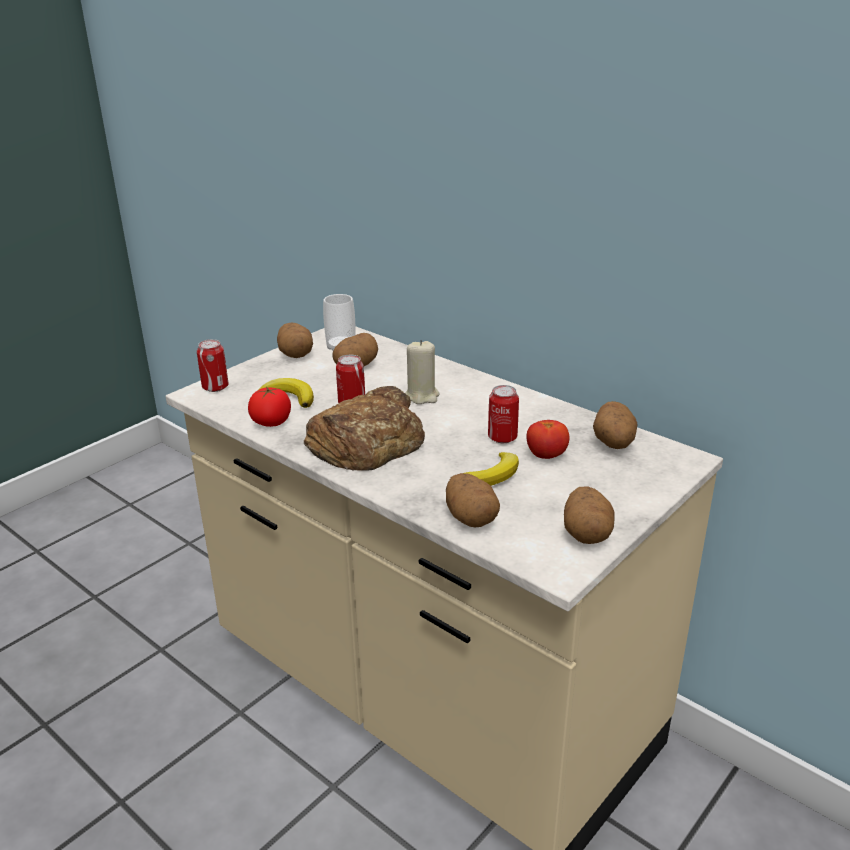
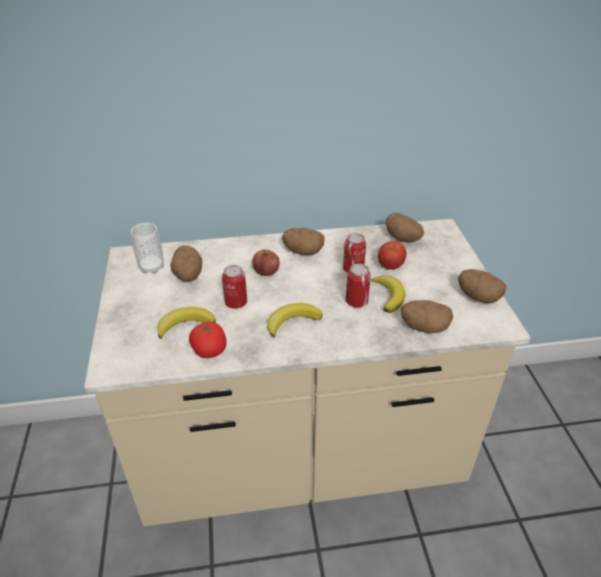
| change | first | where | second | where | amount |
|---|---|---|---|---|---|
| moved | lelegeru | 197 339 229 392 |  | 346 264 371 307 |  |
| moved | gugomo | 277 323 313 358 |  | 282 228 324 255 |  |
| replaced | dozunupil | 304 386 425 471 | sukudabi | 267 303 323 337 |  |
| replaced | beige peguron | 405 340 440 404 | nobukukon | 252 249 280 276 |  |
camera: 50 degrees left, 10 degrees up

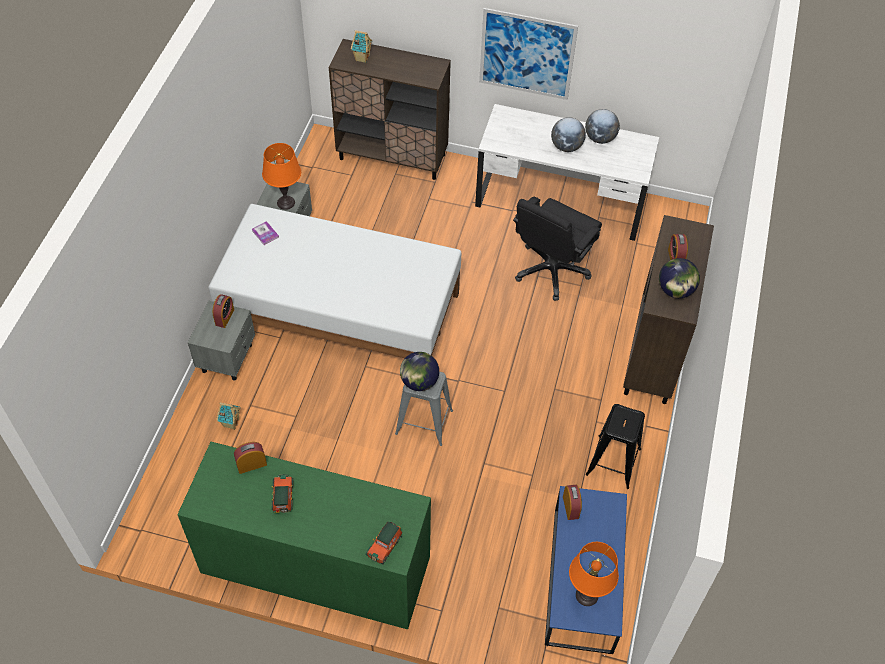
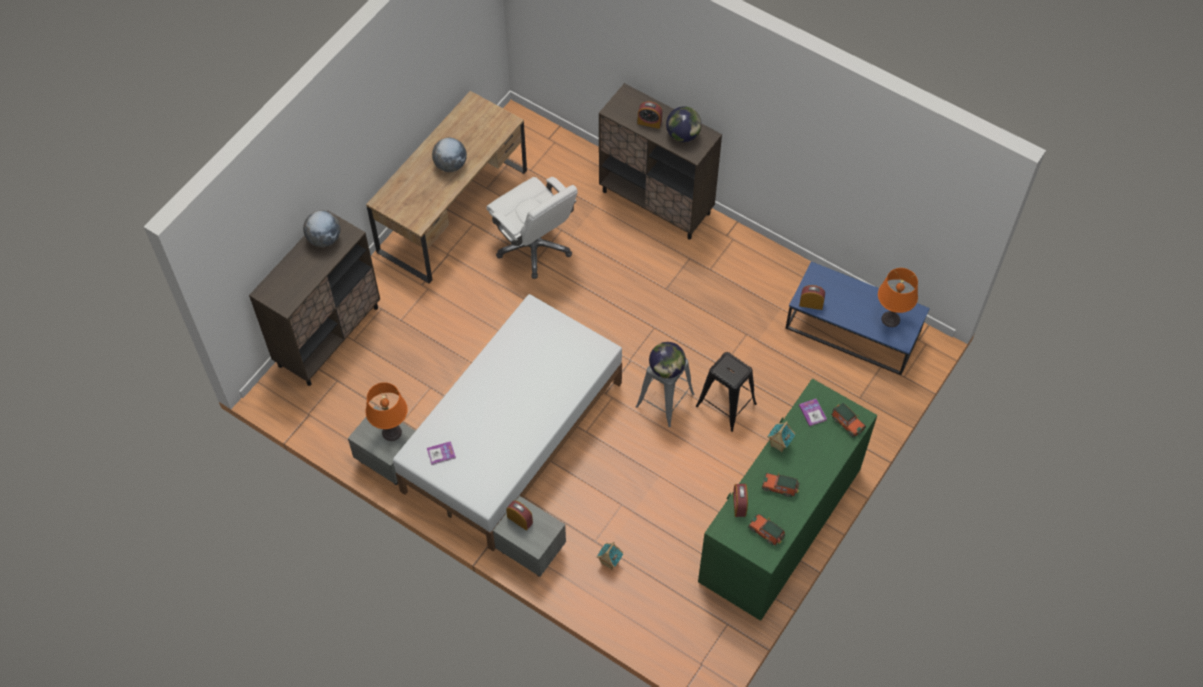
| change | first | where | second | where | amount |
|---|---|---|---|---|---|
| removed | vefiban | 479 8 578 100 |  |  |  |
| added |  |  | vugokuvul | 748 514 785 546 |  |
| added |  |  | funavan | 799 399 827 426 |  |
| moved | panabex | 351 30 372 63 |  | 767 421 795 452 |  |
| moved | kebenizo | 585 109 620 144 |  | 303 210 341 247 |  |
| moved | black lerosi | 586 404 645 489 |  | 696 352 757 432 |  |
| recoloured | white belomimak | 475 104 659 241 | brown belomimak | 366 91 527 284 |  |
| recoloured | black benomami | 513 197 602 301 | white benomami | 486 177 578 279 |  |
camera: 70 degrees left, 5 degrees up

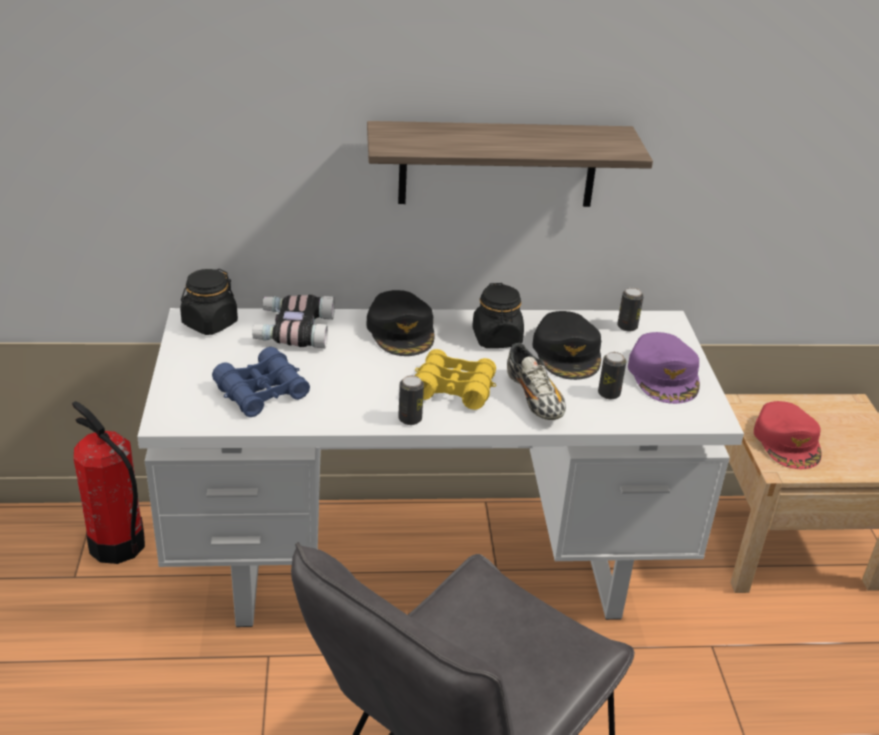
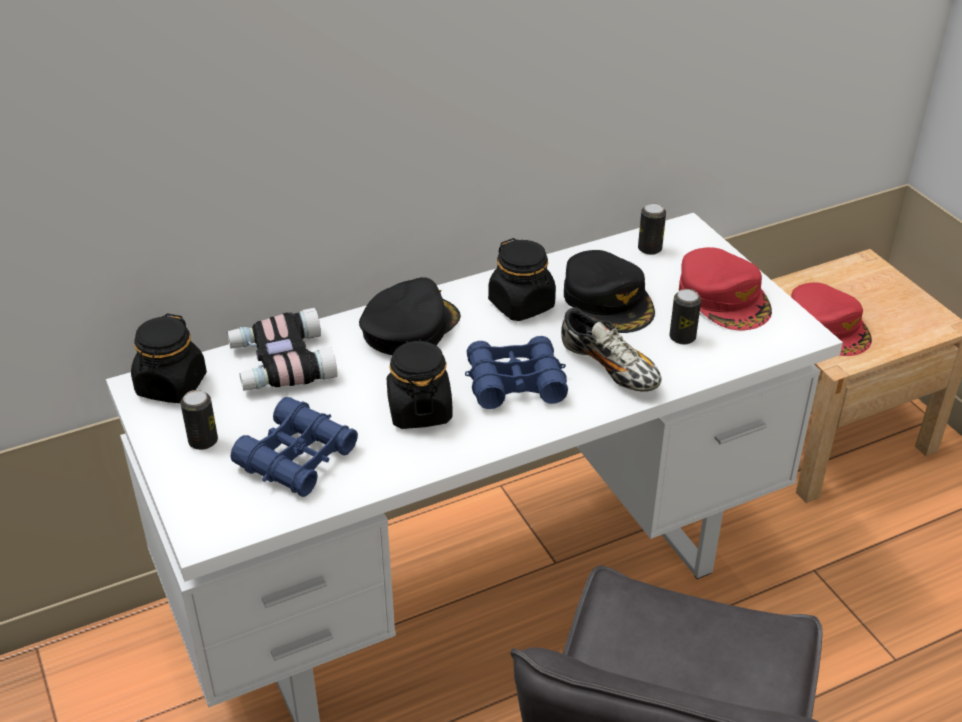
| change | first | where | second | where | amount |
|---|---|---|---|---|---|
| removed | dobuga | 72 401 145 564 |  |  |  |
| removed | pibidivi | 367 121 653 207 |  |  |  |
| added |  |  | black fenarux | 387 340 453 429 |  |
| moved | lelegeru | 398 375 424 425 |  | 180 390 218 450 |  |
| recoloured | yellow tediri | 415 349 496 410 | blue tediri | 465 336 568 409 |  |
| recoloured | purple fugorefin | 628 332 700 404 | red fugorefin | 679 247 772 330 |  |
| turned | black fugorefin | 367 290 435 356 |  | 359 277 461 355 | 105 degrees counterclockwise |
camera: 20 degrees left, 5 degrees up

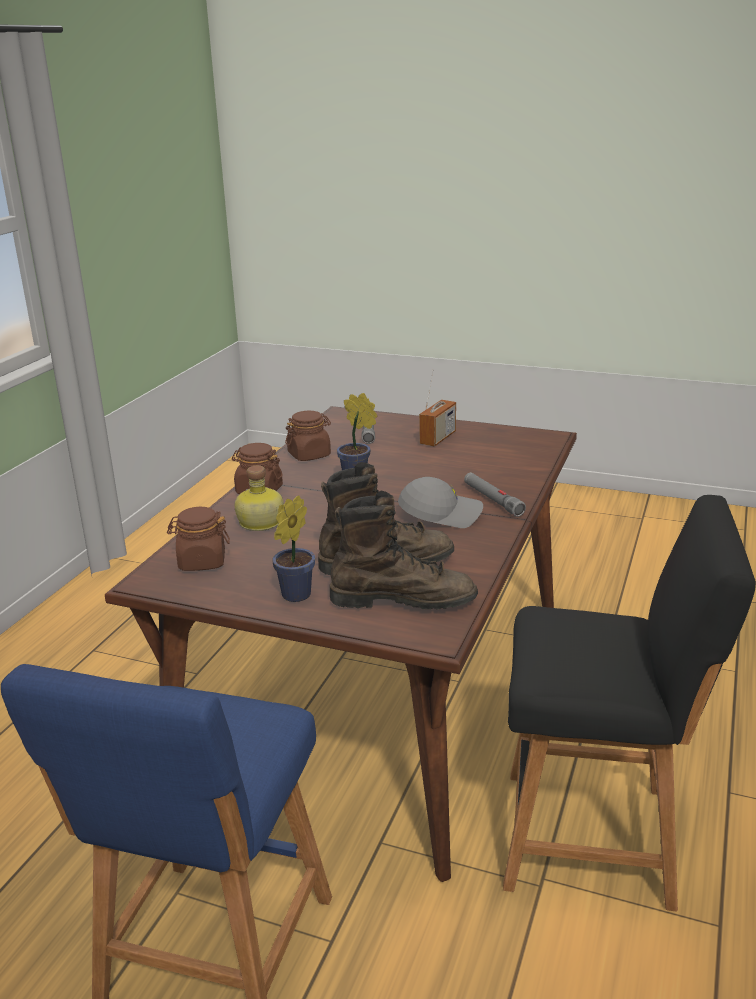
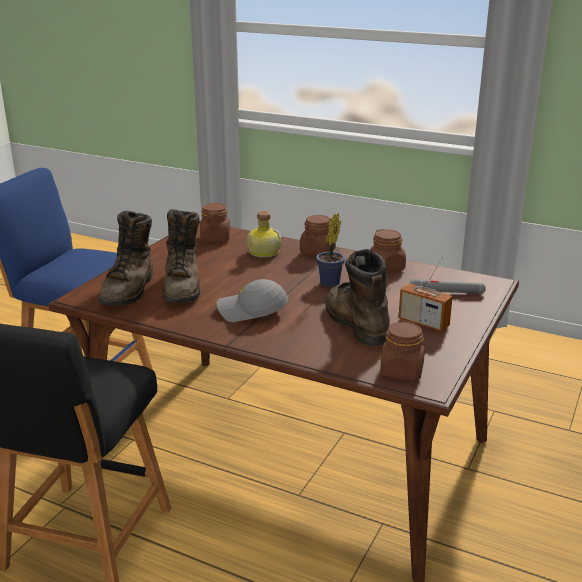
| change | first | where | second | where | amount |
|---|---|---|---|---|---|
| removed | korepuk | 272 495 315 602 |  |  |  |
| removed | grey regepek | 464 472 526 517 |  |  |  |
| added |  |  | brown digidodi | 326 249 390 346 |  |
| added |  |  | brown fenarux | 380 320 425 380 |  |
| turned | grey fugorefin | 398 477 483 528 |  | 217 279 288 322 | 90 degrees clockwise |
camera: 95 degrees right, 0 degrees up

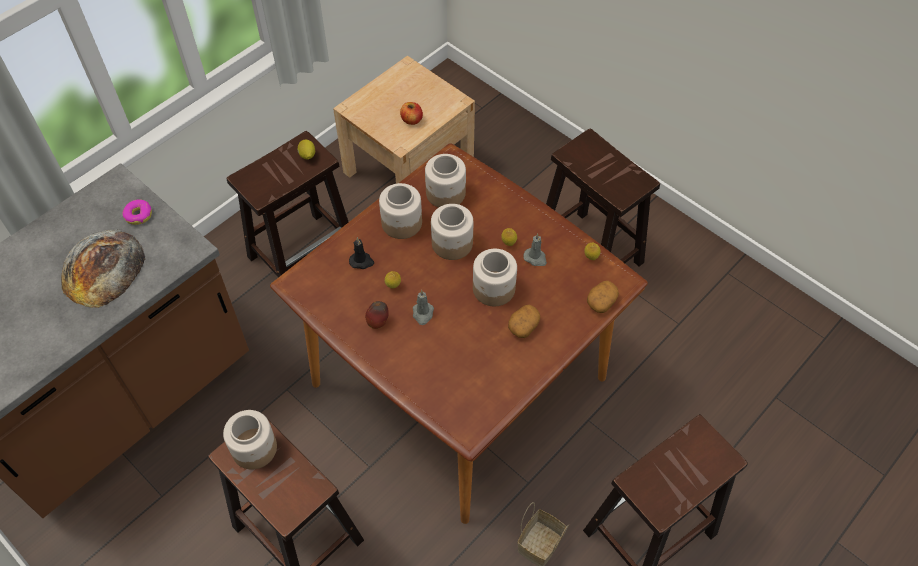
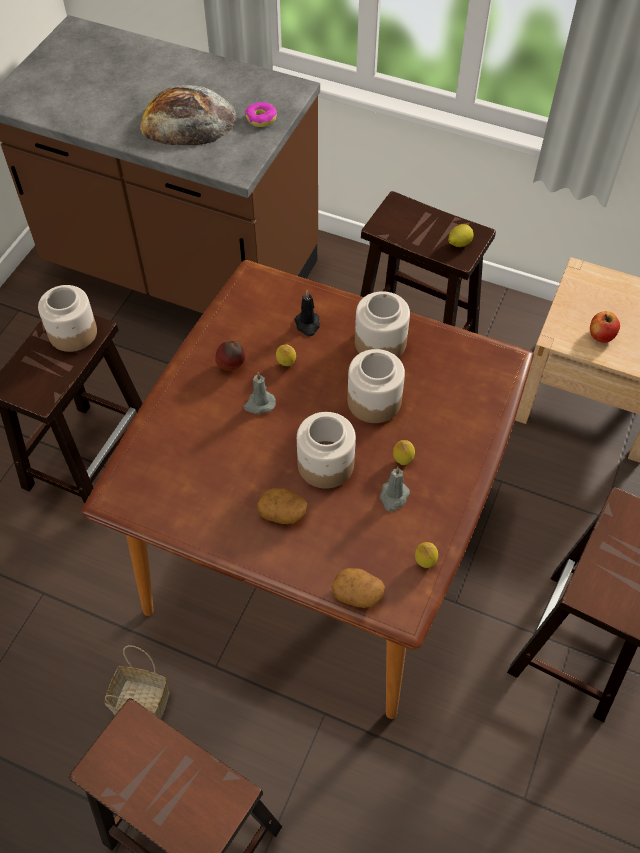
| change | first | where | second | where | amount |
|---|---|---|---|---|---|
| removed | fenarux | 425 154 466 208 |  |  |  |
camera: 70 degrees right, 0 degrees up

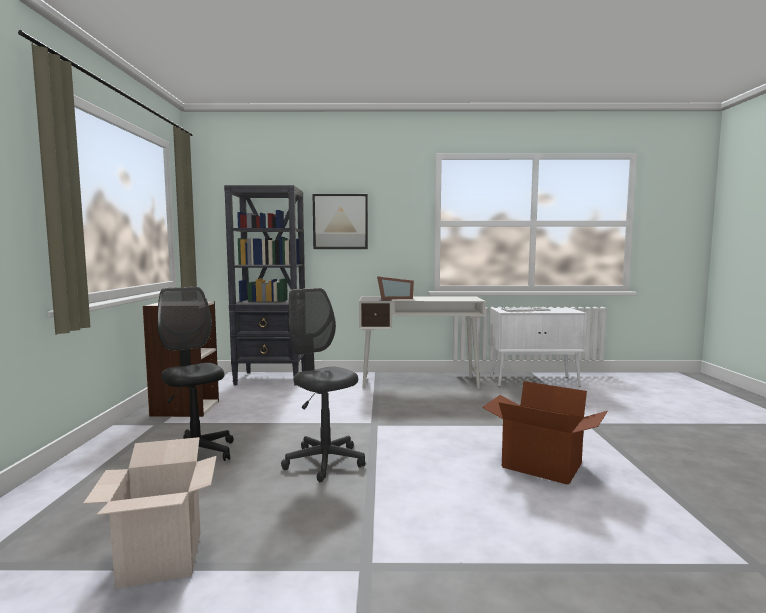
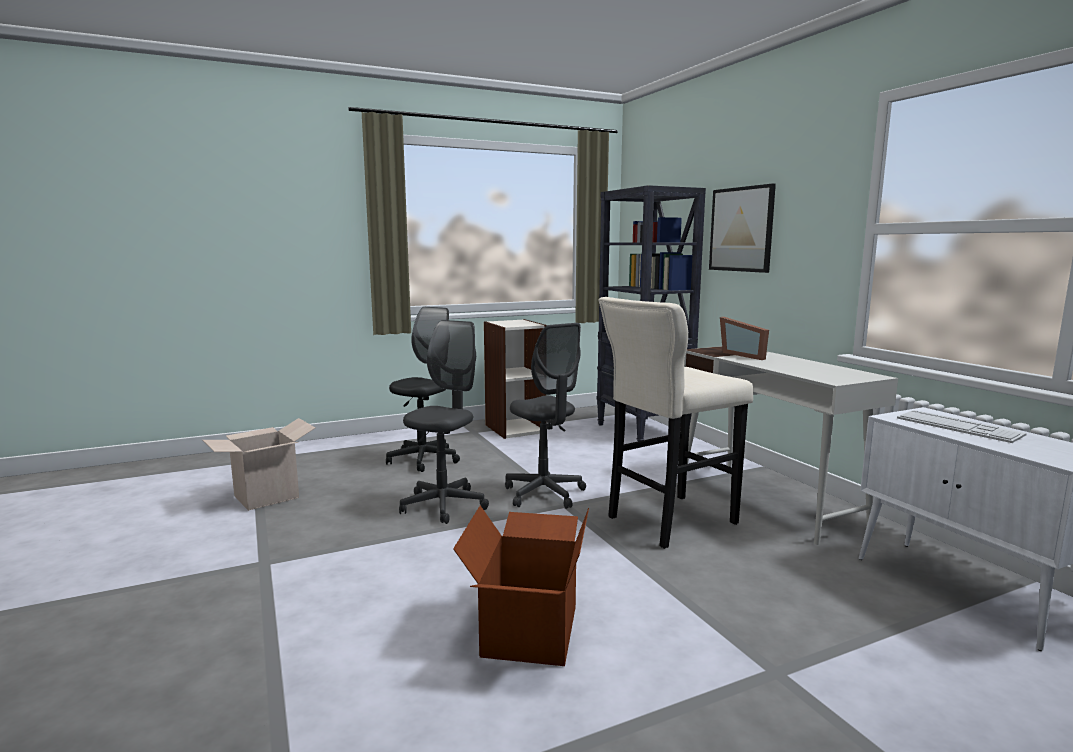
| change | first | where | second | where | amount |
|---|---|---|---|---|---|
| added |  |  | grey benomami | 505 323 586 509 |  |
| added |  |  | beige lerosi | 599 297 753 549 |  |
camera: 65 degrees right, 5 degrees up

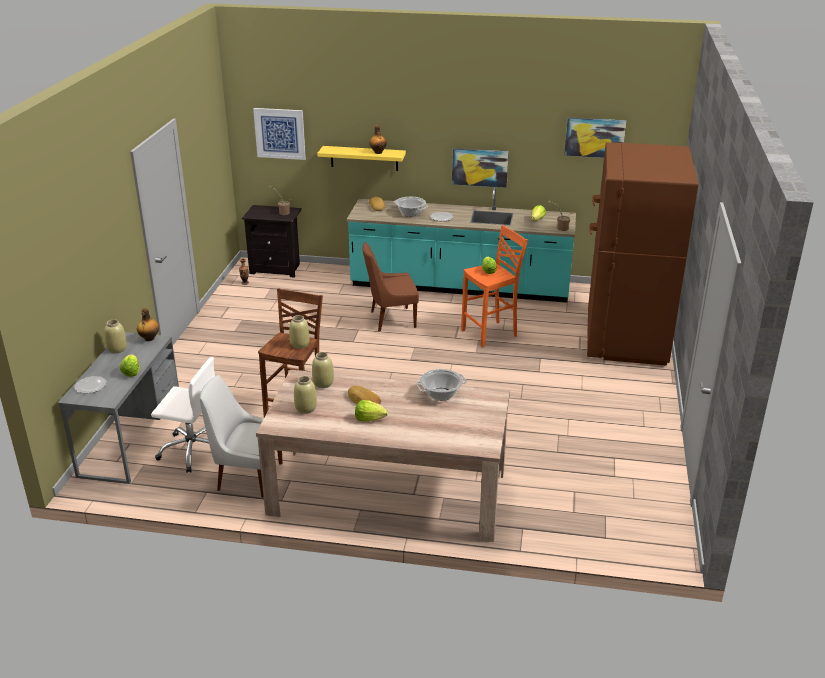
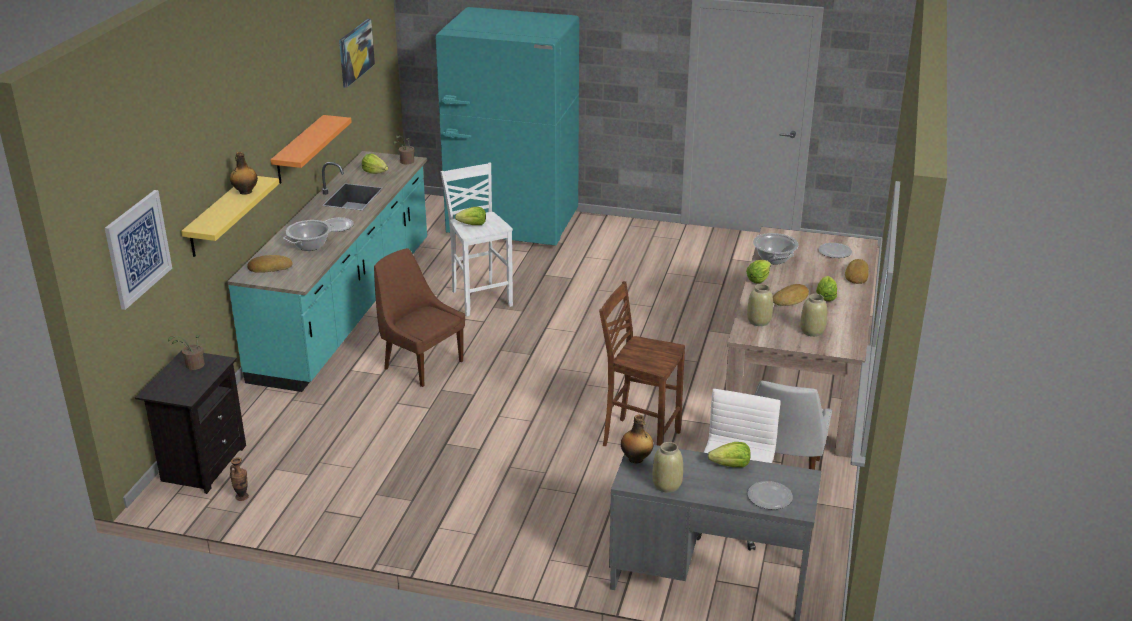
| change | first | where | second | where | amount |
|---|---|---|---|---|---|
| removed | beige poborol | 289 315 310 349 |  |  |  |
| added |  |  | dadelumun | 746 260 771 283 |  |
| added |  |  | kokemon | 819 243 852 258 |  |
| added |  |  | dozunupil | 845 259 869 284 |  |
| replaced | vefiban | 452 148 509 188 | orange pibidivi | 271 115 352 184 |  |
| recoloured | orange lerosi | 461 225 528 348 | white lerosi | 440 163 513 316 |  |
| recoloured | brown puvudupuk | 587 142 698 365 | turquoise puvudupuk | 436 7 579 246 |  |
| turned | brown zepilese | 362 242 419 332 |  | 374 248 465 387 | 135 degrees clockwise |
camera: 85 degrees left, 0 degrees up

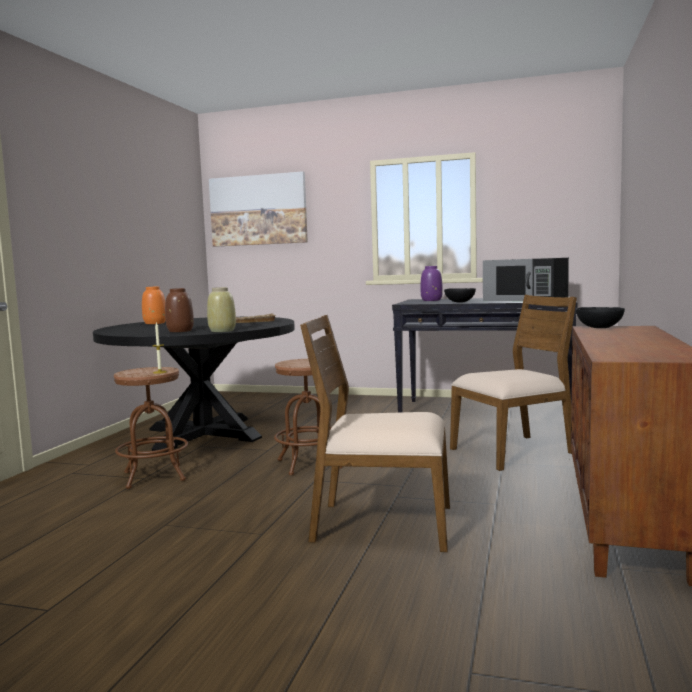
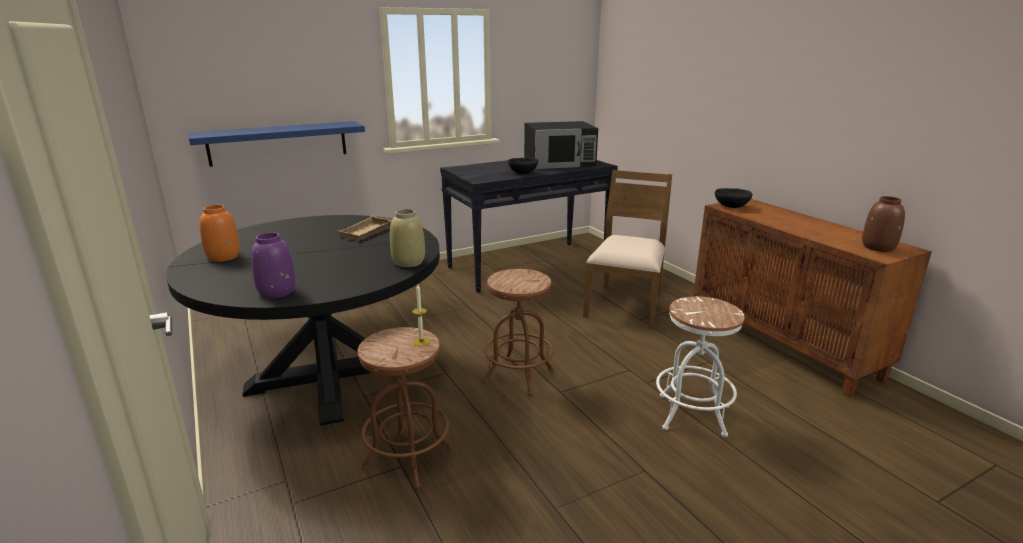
| change | first | where | second | where | amount |
|---|---|---|---|---|---|
| removed | vefiban | 209 171 308 247 |  |  |  |
| added |  |  | blue pibidivi | 188 121 365 167 |  |
| moved | brown poborol | 165 288 194 332 |  | 862 196 905 252 |  |
| moved | purple poborol | 420 266 443 301 |  | 251 232 295 299 |  |
| replaced | brown zepilese | 300 314 450 552 | white lerosi | 656 296 745 437 |  |
camera: 45 degrees left, 15 degrees up

